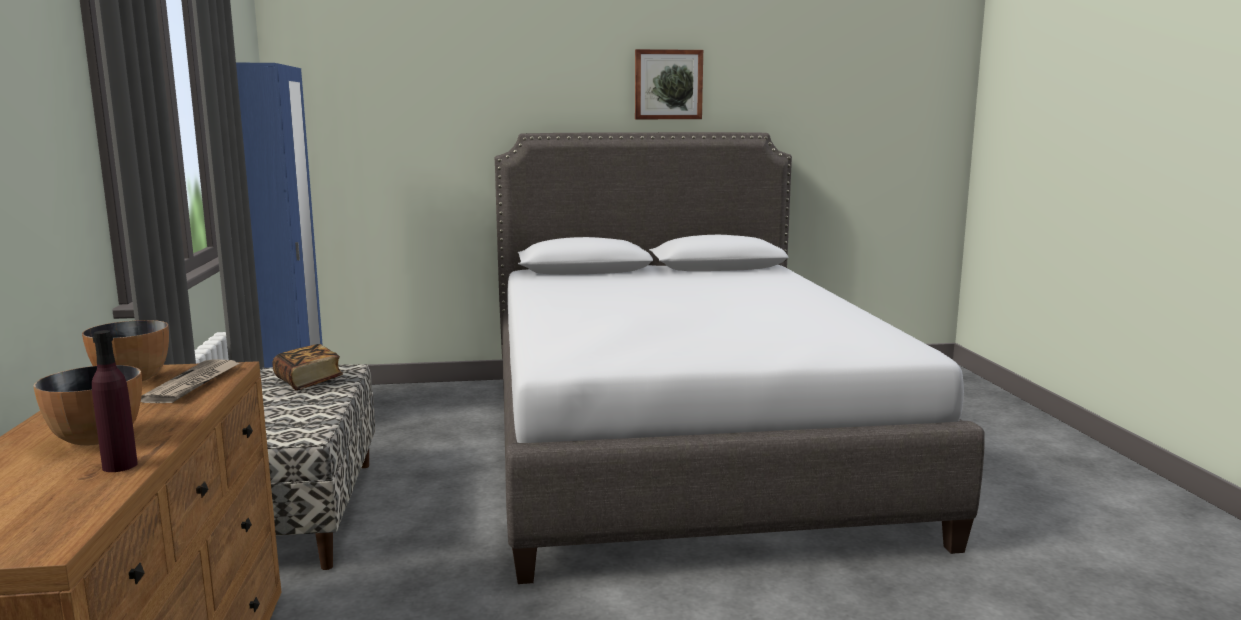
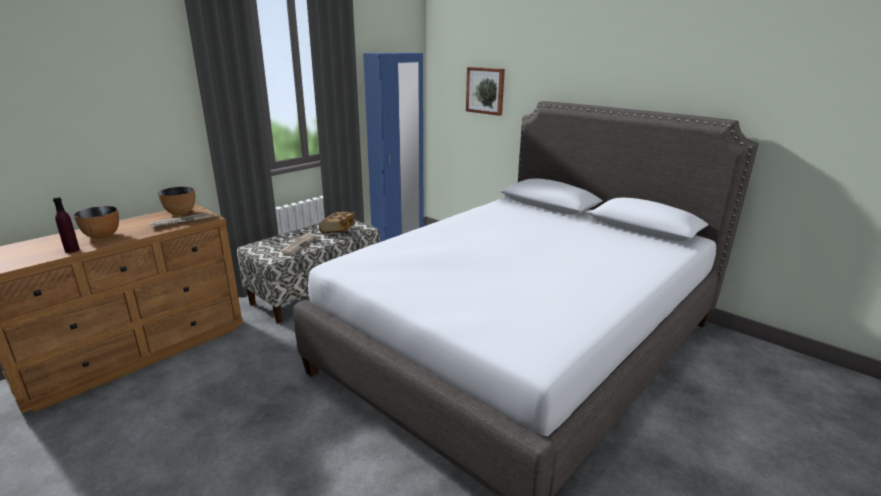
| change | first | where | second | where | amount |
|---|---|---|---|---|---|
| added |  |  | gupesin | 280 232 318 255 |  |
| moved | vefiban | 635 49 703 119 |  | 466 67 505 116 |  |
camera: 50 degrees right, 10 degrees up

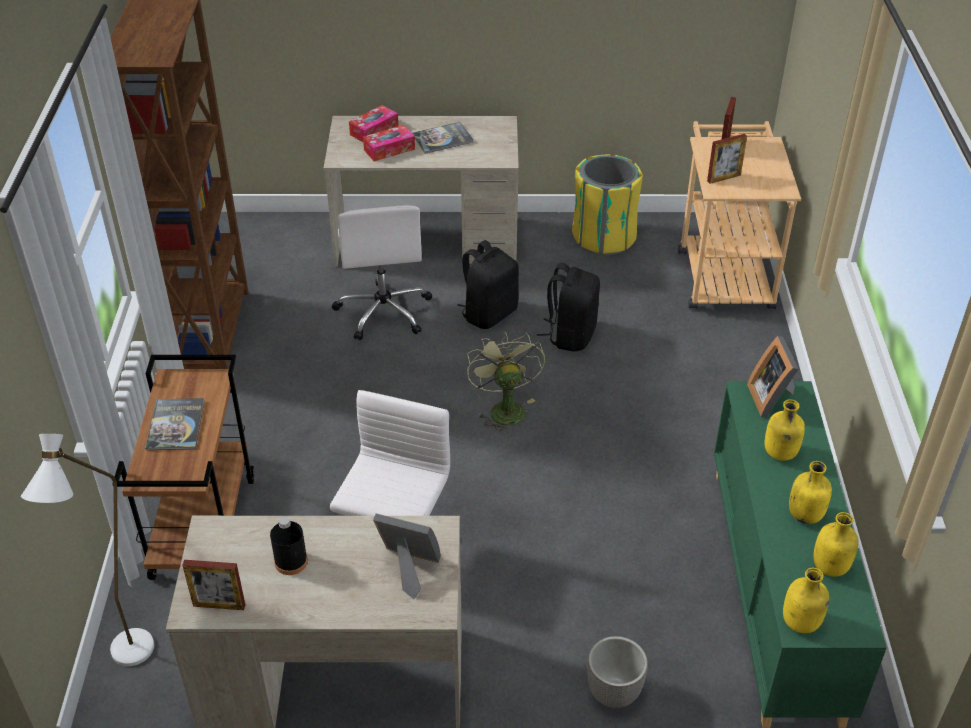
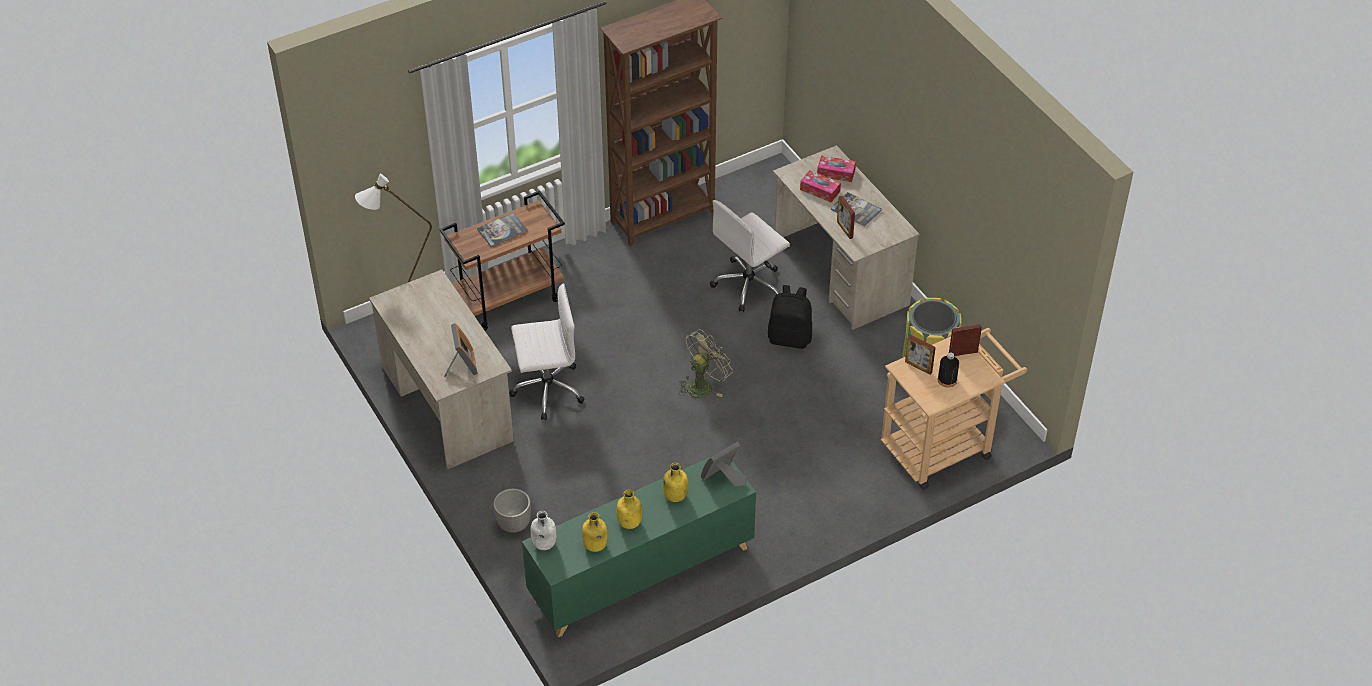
| change | first | where | second | where | amount |
|---|---|---|---|---|---|
| removed | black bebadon | 537 263 600 351 |  |  |  |
| moved | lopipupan | 182 560 246 610 |  | 837 196 855 239 |  |
| moved | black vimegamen | 270 517 308 575 |  | 937 353 959 387 |  |
| recoloured | yellow vimegamen | 783 568 829 633 | white vimegamen | 531 511 556 550 |  |
camera: 60 degrees right, 5 degrees up

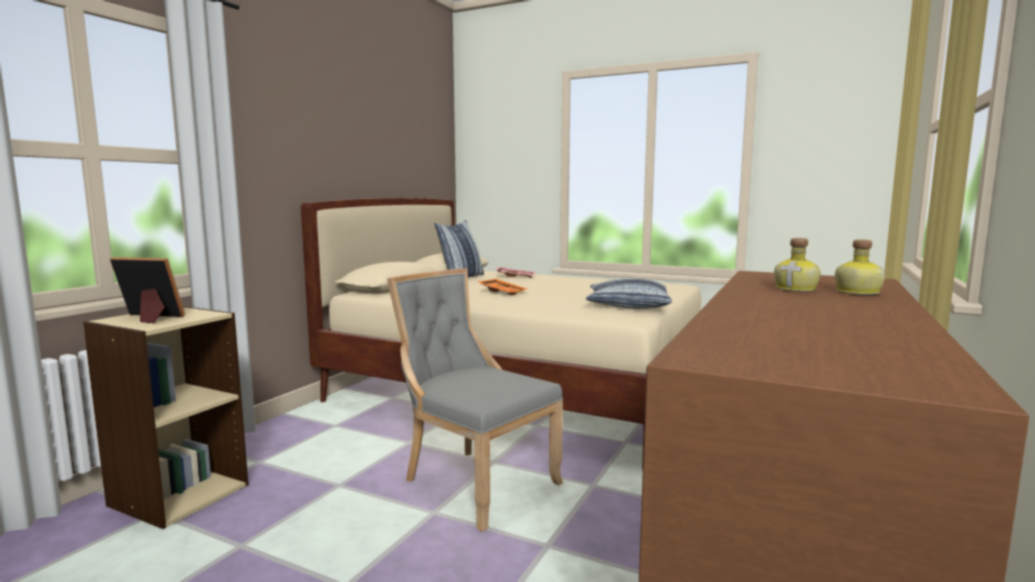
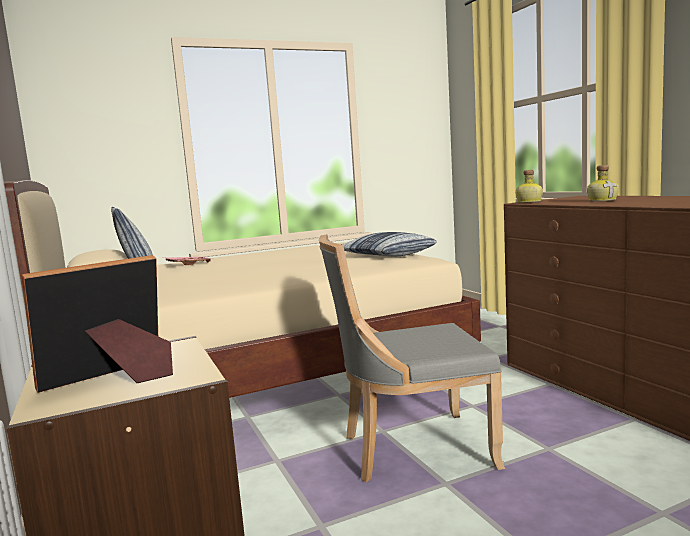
| change | first | where | second | where | amount |
|---|---|---|---|---|---|
| removed | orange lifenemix | 478 279 528 295 |  |  |  |
| moved | vimegamen | 835 239 885 295 |  | 515 170 543 203 |  |
camera: 50 degrees left, 0 degrees up

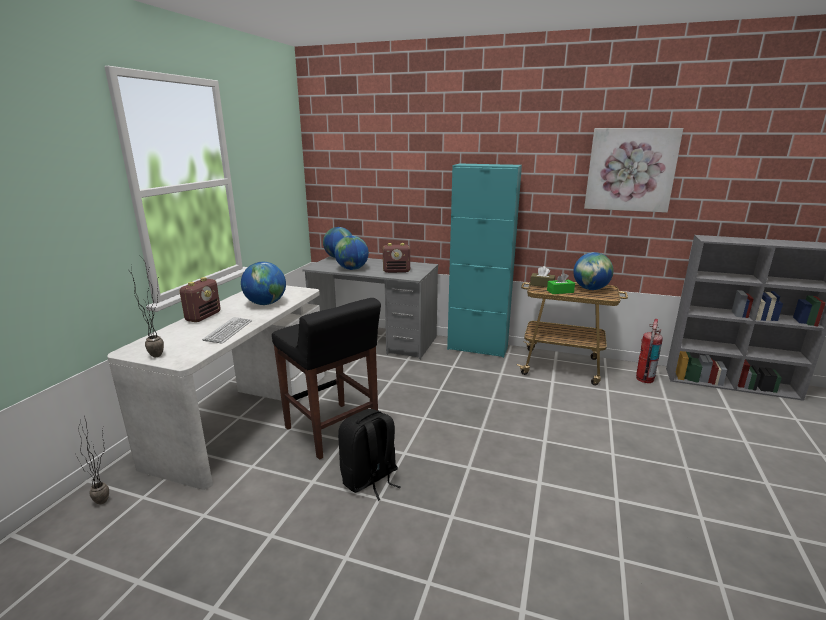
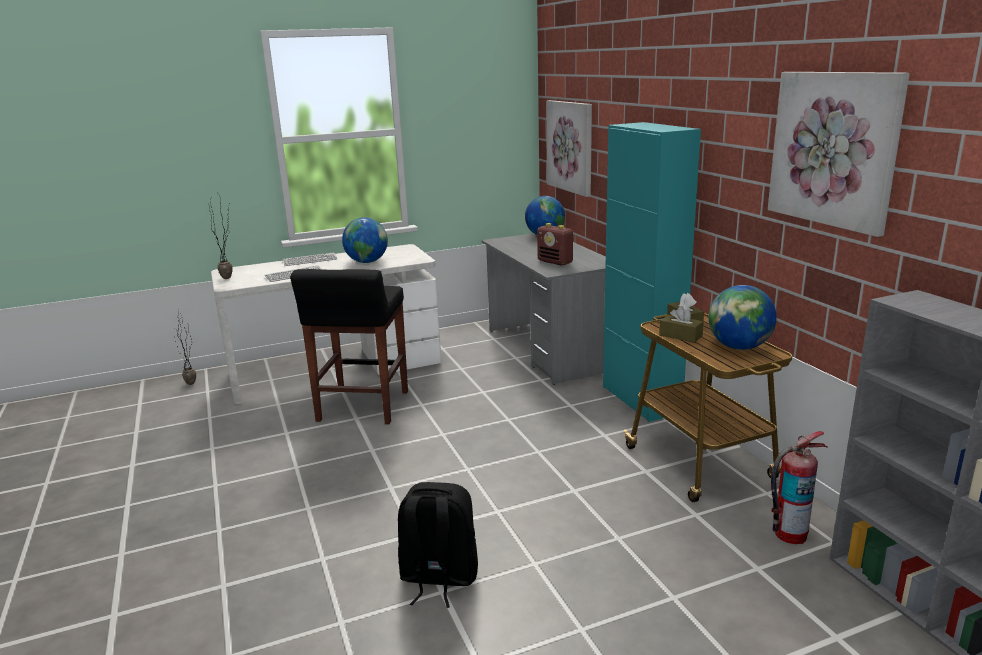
| change | first | where | second | where | amount |
|---|---|---|---|---|---|
| removed | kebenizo | 334 236 369 270 |  |  |  |
| added |  |  | vefiban | 546 100 592 197 |  |
| moved | black bebadon | 338 409 400 501 |  | 398 482 478 608 |  |
| replaced | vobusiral | 180 277 221 322 | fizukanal | 282 252 337 266 |  |
| recoloured | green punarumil | 547 273 575 294 | brown punarumil | 659 306 704 343 |  |
camera: 50 degrees right, 0 degrees up

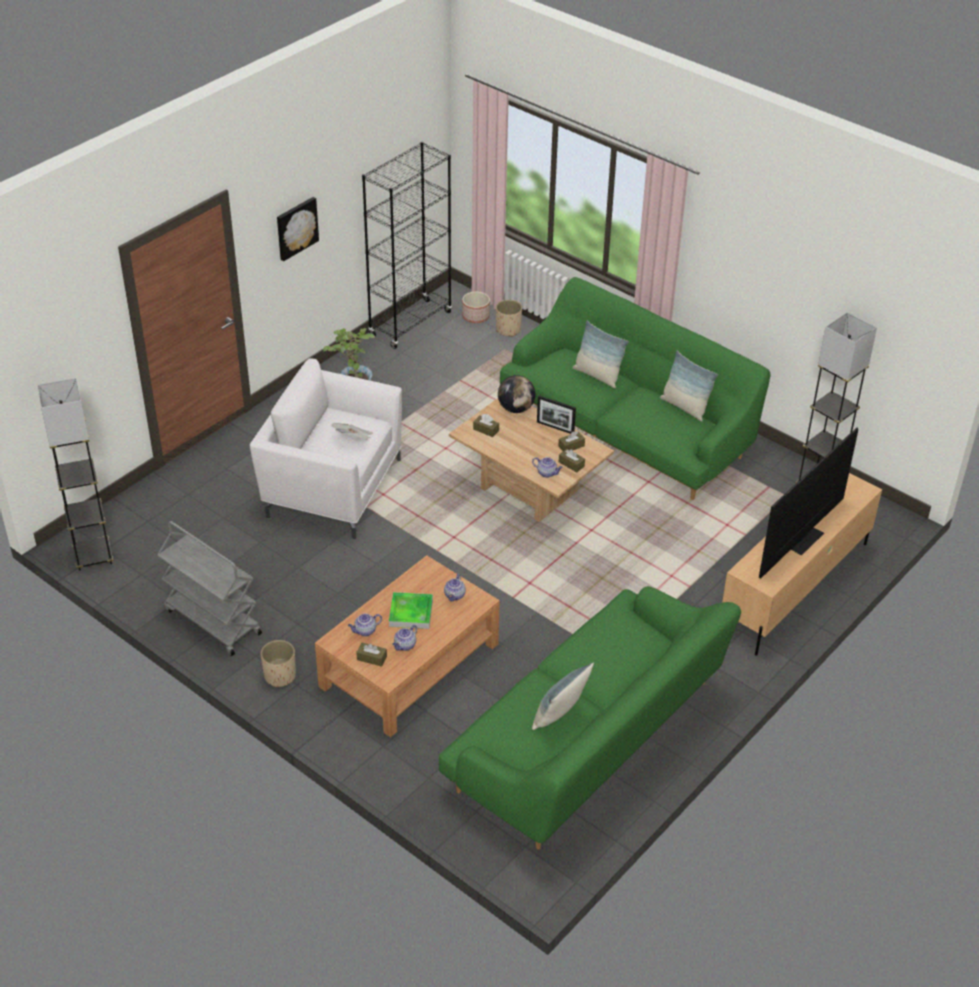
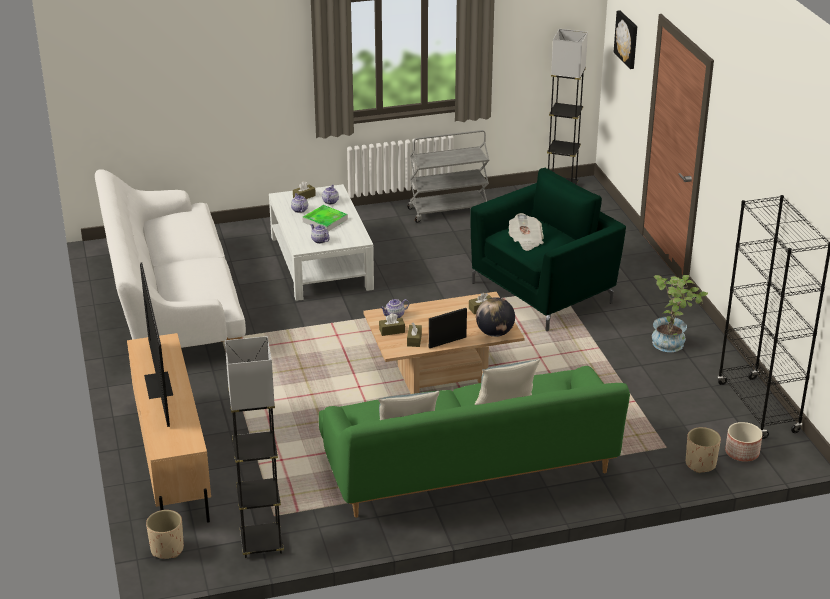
| change | first | where | second | where | amount |
|---|---|---|---|---|---|
| removed | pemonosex | 532 662 594 730 |  |  |  |
| moved | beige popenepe | 260 640 296 687 |  | 146 510 184 559 |  |
| moved | vefiban | 277 197 319 261 |  | 614 10 637 69 |  |
| recoloured | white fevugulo | 250 358 402 539 | green fevugulo | 471 168 626 331 |  |
| recoloured | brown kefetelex | 315 555 500 737 | white kefetelex | 269 184 374 301 |  |
| recoloured | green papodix | 439 586 741 850 | white papodix | 95 169 246 348 |  |
camera: 125 degrees right, 10 degrees down

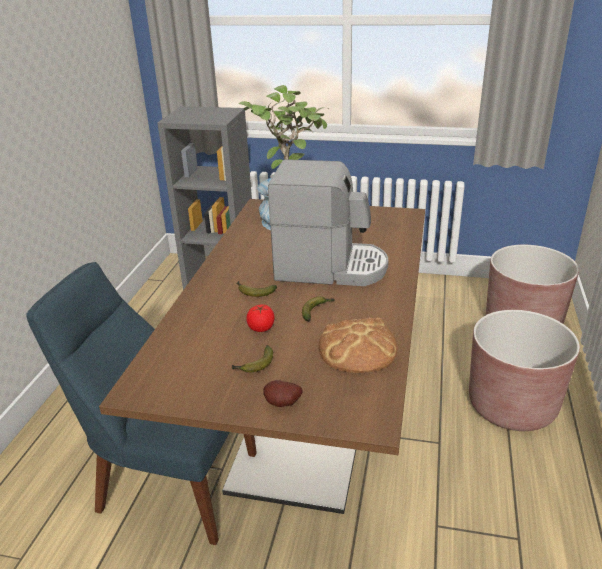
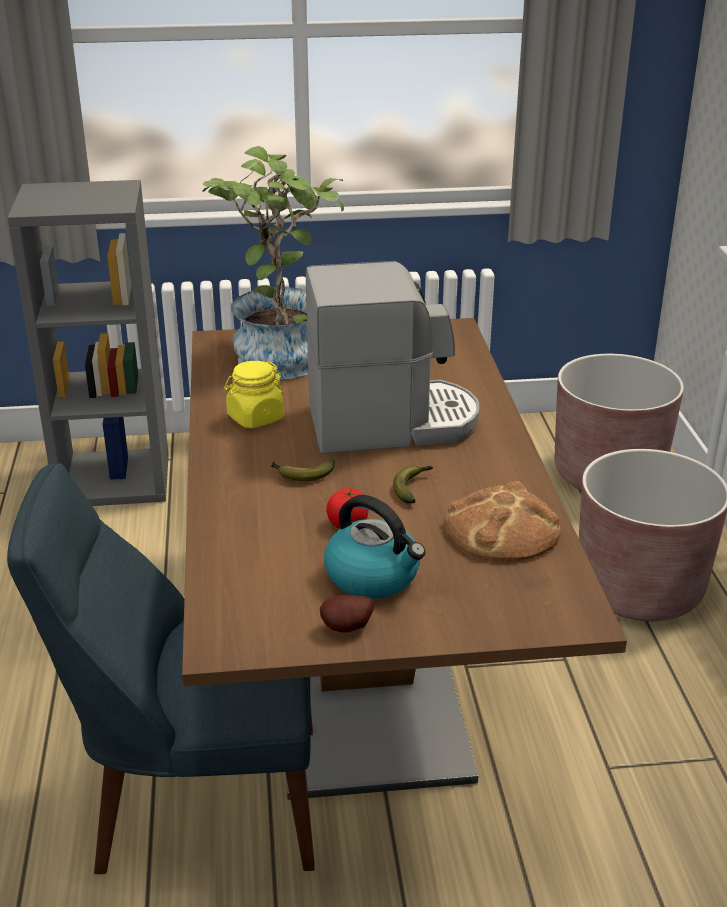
| change | first | where | second | where | amount |
|---|---|---|---|---|---|
| added |  |  | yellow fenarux | 224 361 284 428 |  |
| moved | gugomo | 263 380 303 407 |  | 320 595 374 633 |  |
| replaced | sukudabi | 232 345 273 373 | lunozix | 324 495 426 599 |  |
camera: 20 degrees left, 0 degrees up

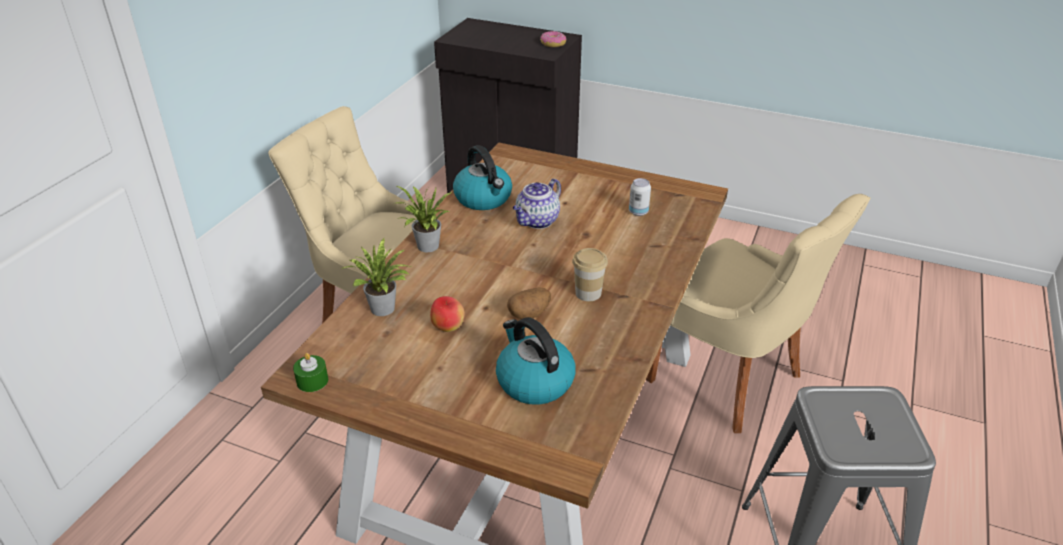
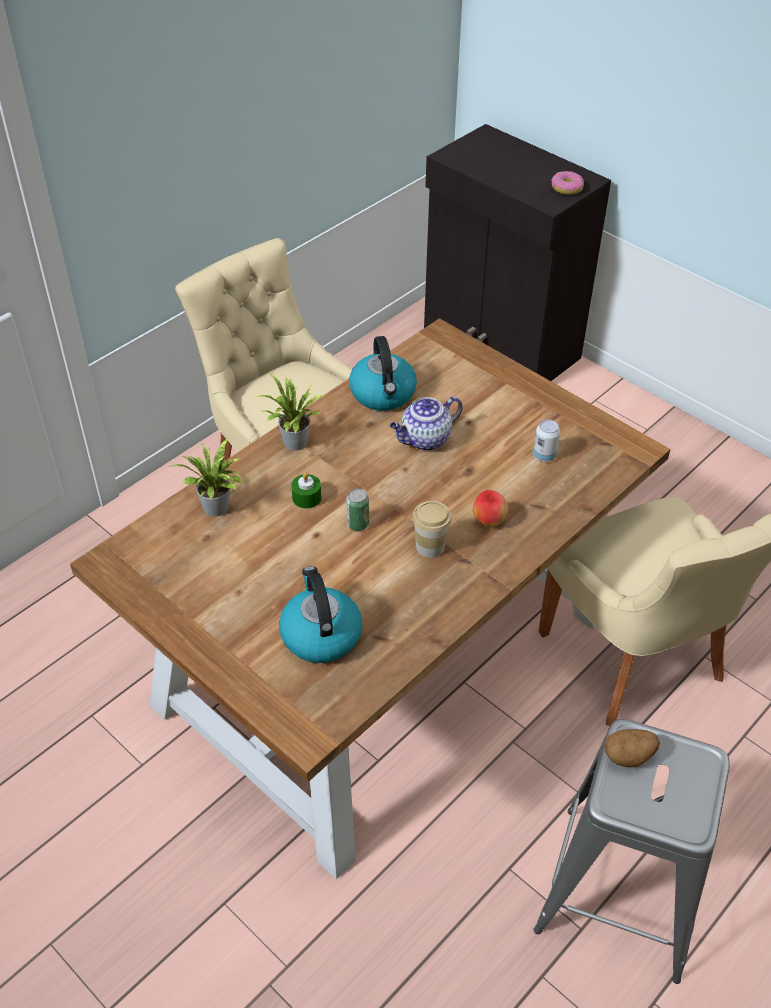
| change | first | where | second | where | amount |
|---|---|---|---|---|---|
| added |  |  | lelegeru | 346 489 369 531 |  |
| moved | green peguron | 293 353 328 392 |  | 291 473 321 509 |  |
| moved | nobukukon | 430 296 465 332 |  | 473 490 508 527 |  |
| moved | gugomo | 507 287 551 319 |  | 604 729 660 767 |  |
camera: 20 degrees right, 10 degrees up

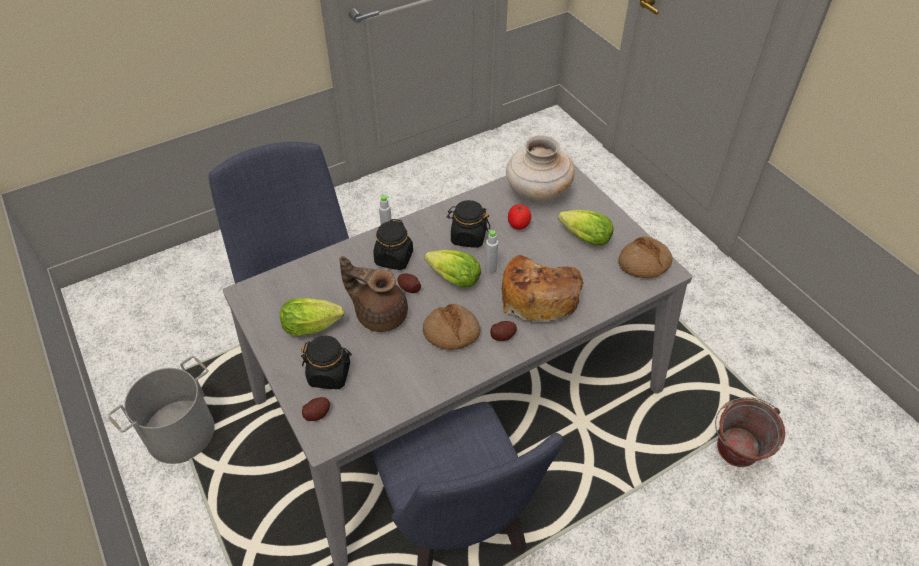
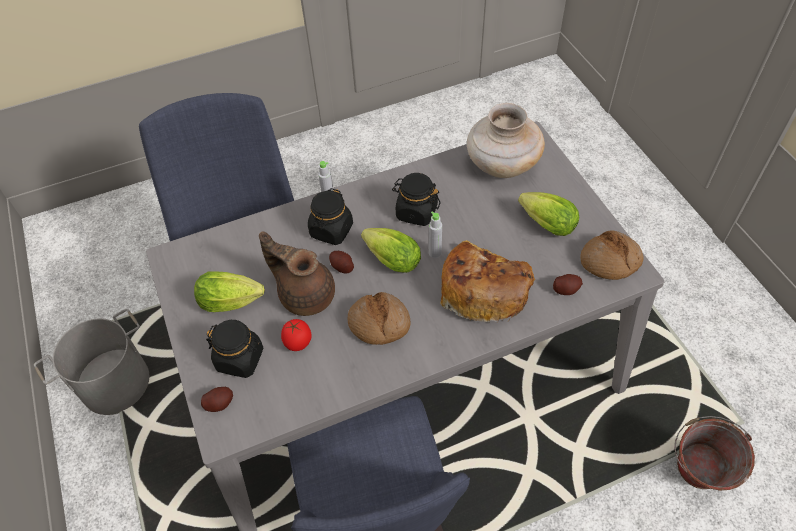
| change | first | where | second | where | amount |
|---|---|---|---|---|---|
| moved | gugomo | 490 321 517 341 |  | 553 274 583 295 |  |
| moved | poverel | 508 204 531 230 |  | 281 319 312 351 |  |
camera: 10 degrees right, 5 degrees up

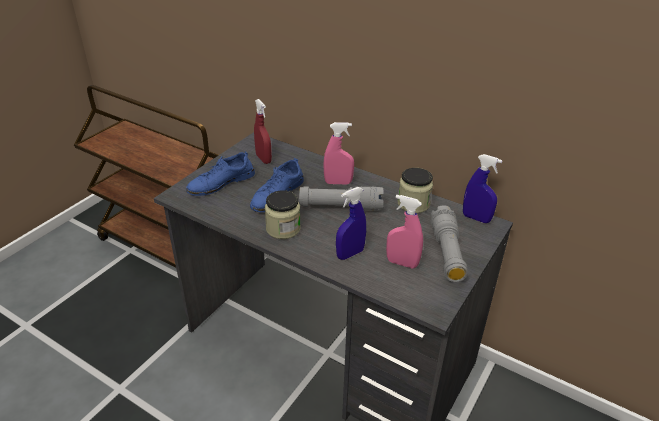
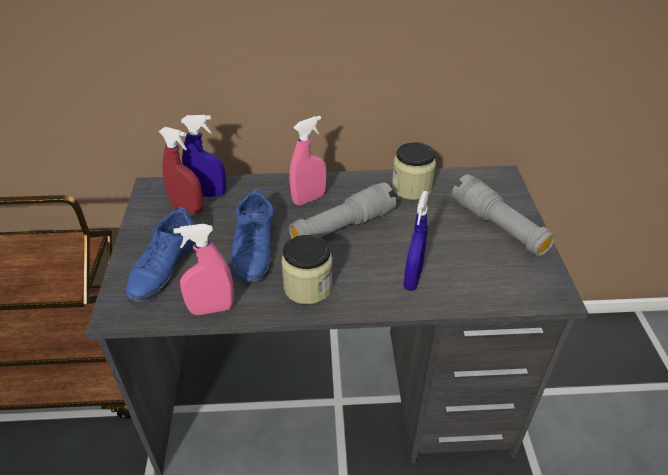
| change | first | where | second | where | amount |
|---|---|---|---|---|---|
| moved | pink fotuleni | 386 195 423 269 |  | 173 224 234 315 |  |
| moved | blue fotuleni | 463 154 502 223 |  | 181 115 226 197 |  |
camera: 35 degrees left, 5 degrees up

